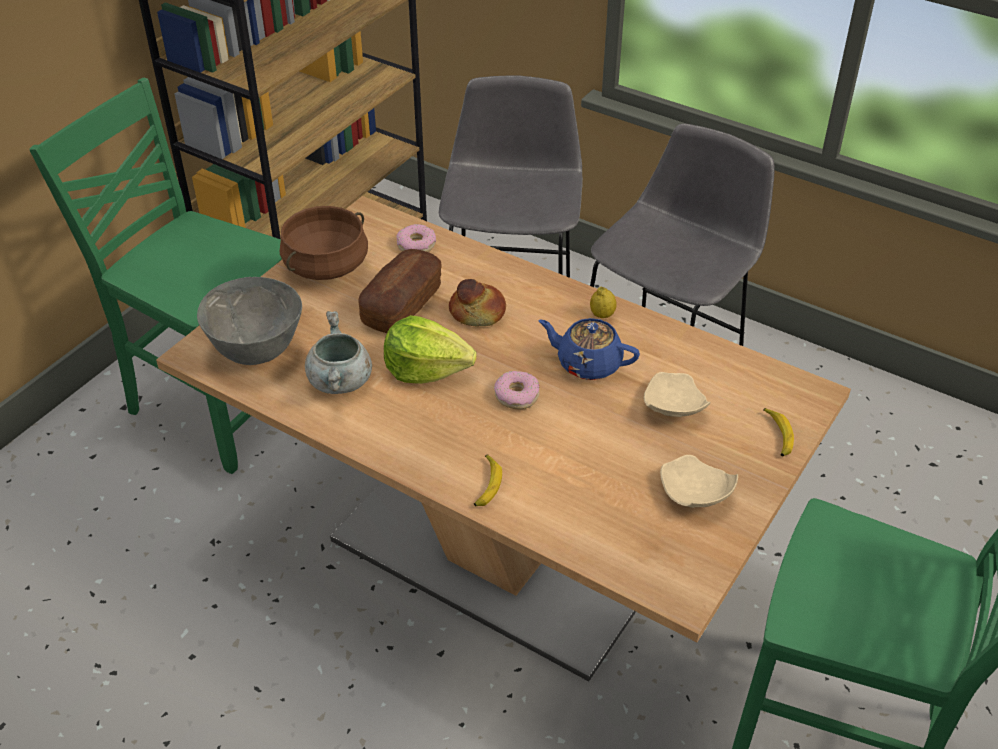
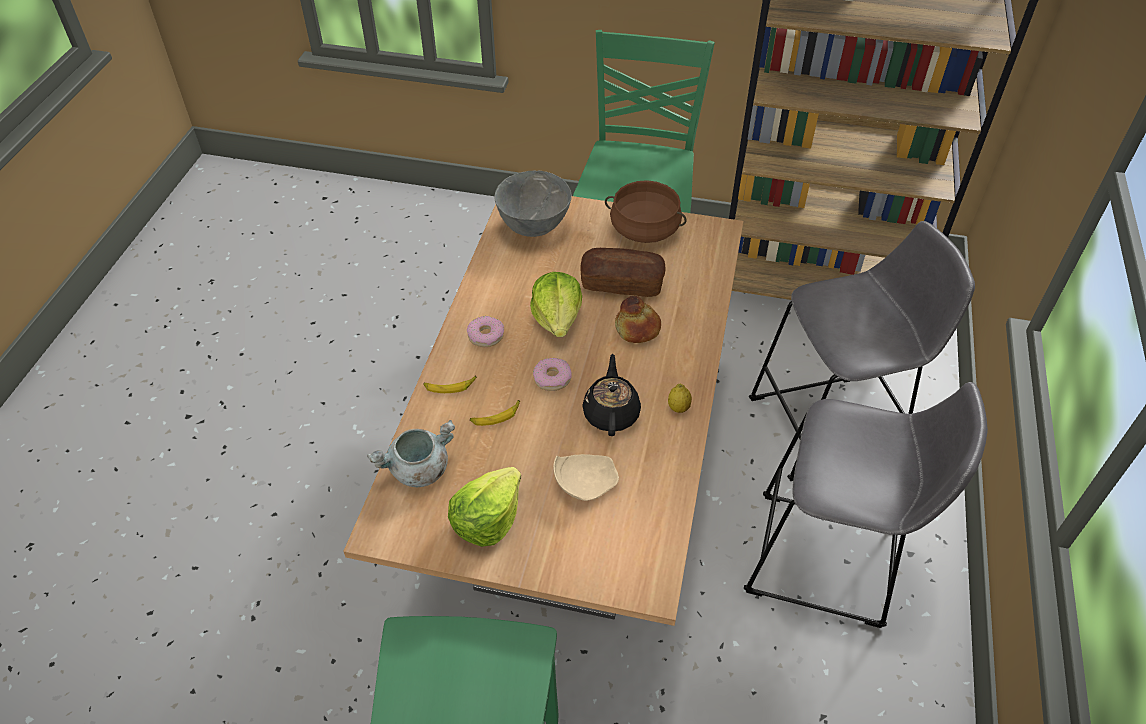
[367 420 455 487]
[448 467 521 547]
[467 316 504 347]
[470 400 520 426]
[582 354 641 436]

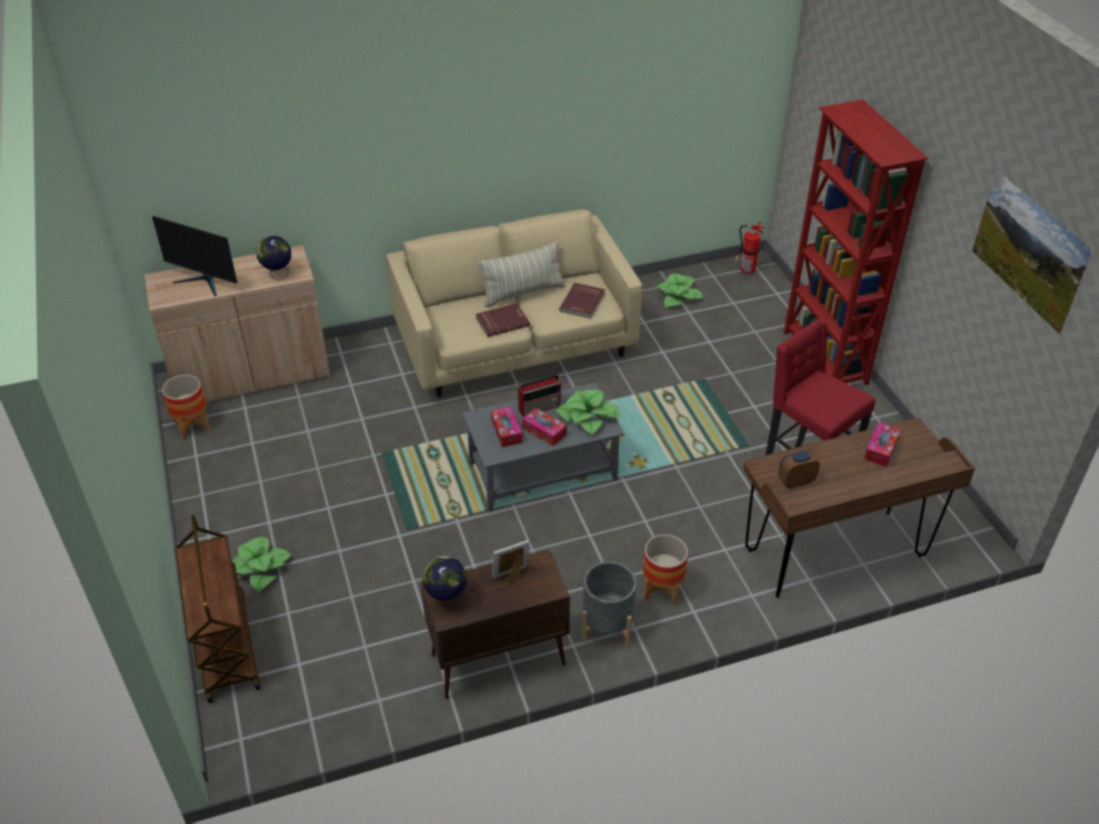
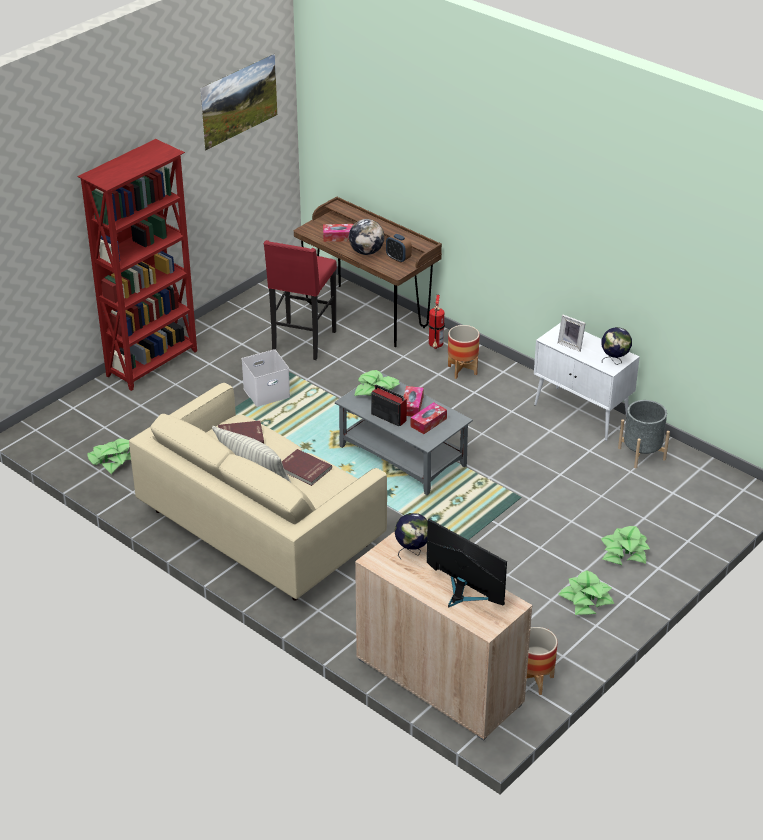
[242 349 290 407]
[349 219 384 255]
[427 518 507 607]
[428 295 445 349]
[534 323 640 441]
[558 570 614 615]
[618 400 670 468]
[175 515 261 703] (first image)

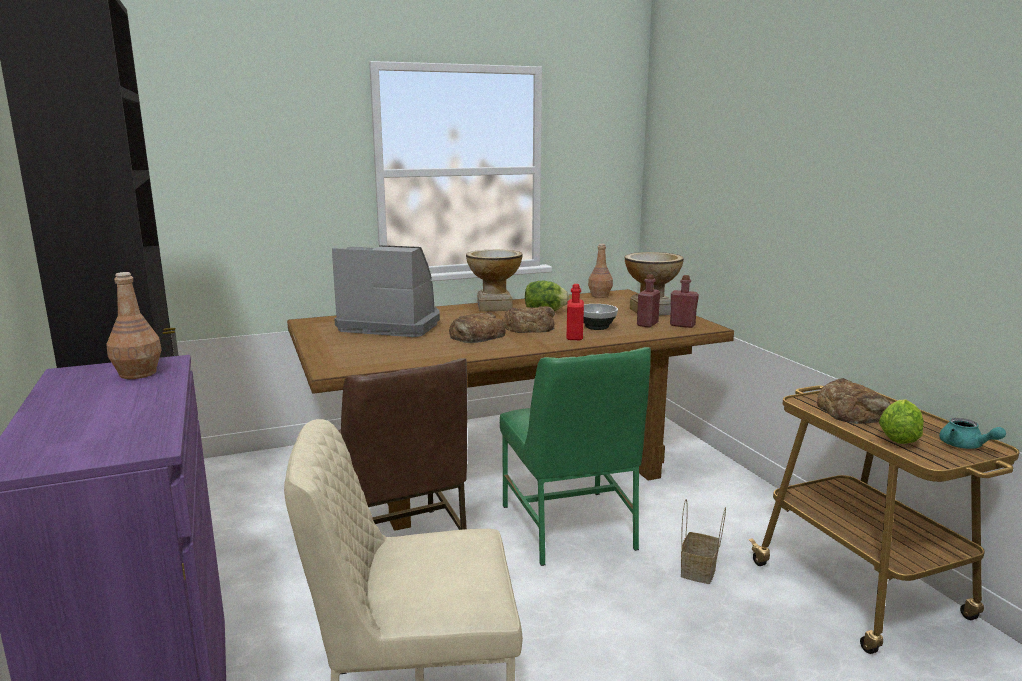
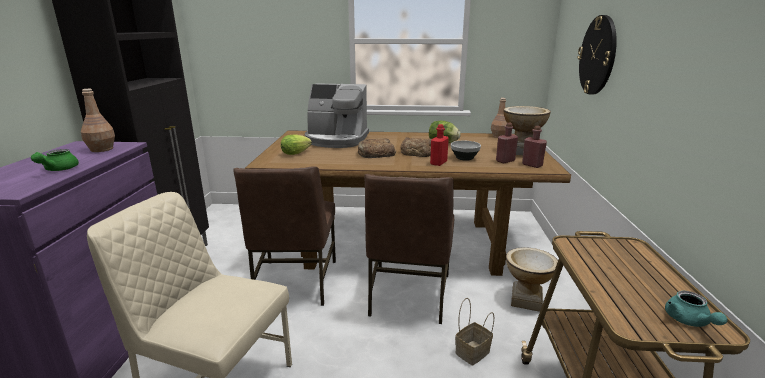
[31 149 79 171]
[281 134 312 155]
[305 83 369 148]
[364 174 454 324]
[506 247 558 312]
[577 15 617 94]
[817 378 891 424] (first image)

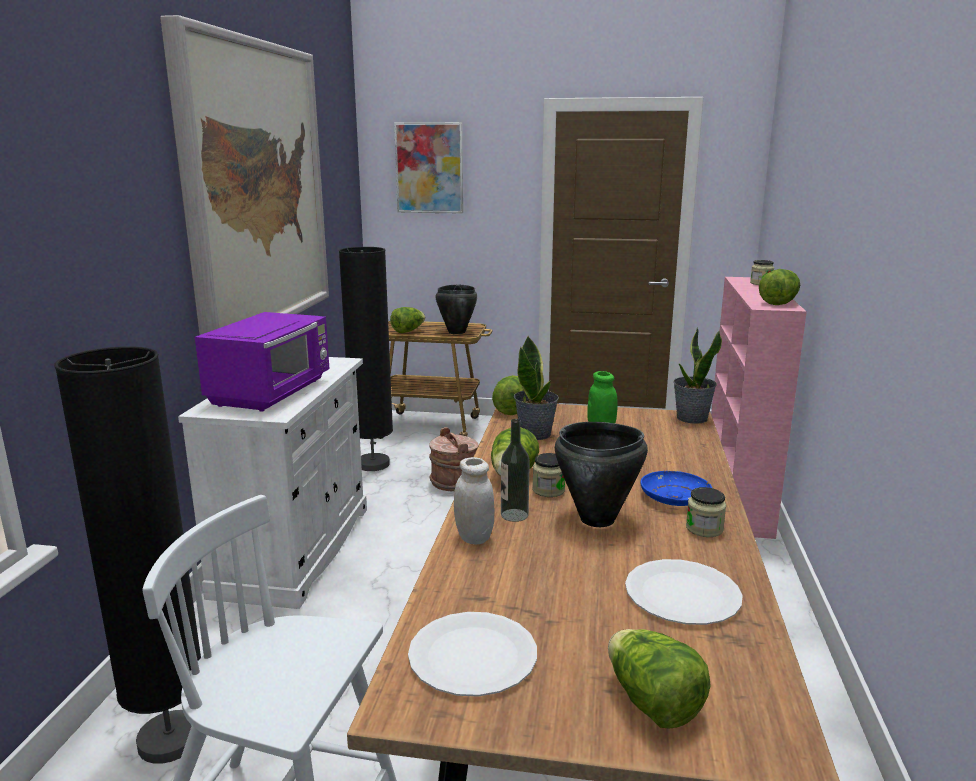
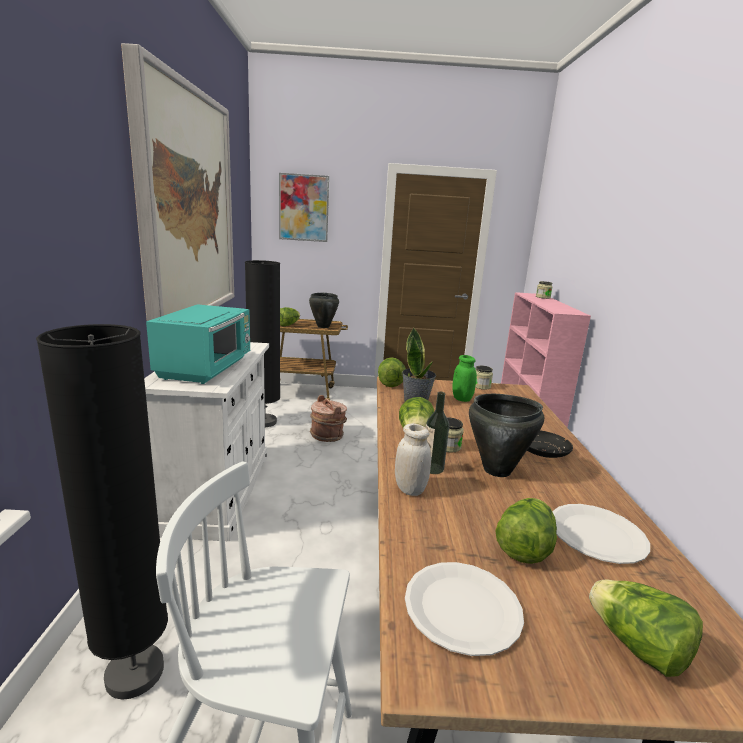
[146 304 250 384]
[475 366 493 390]
[495 498 557 564]
[527 430 573 458]
[673 328 722 424] (first image)

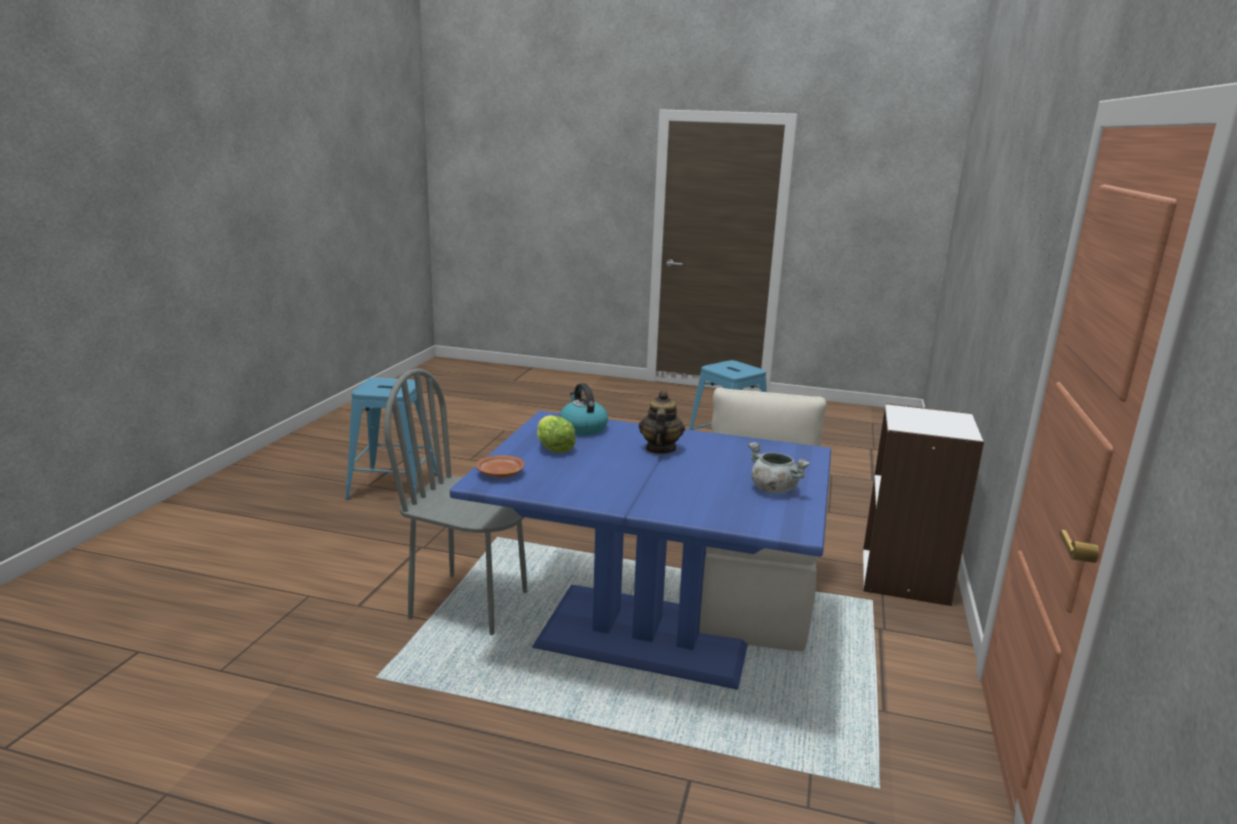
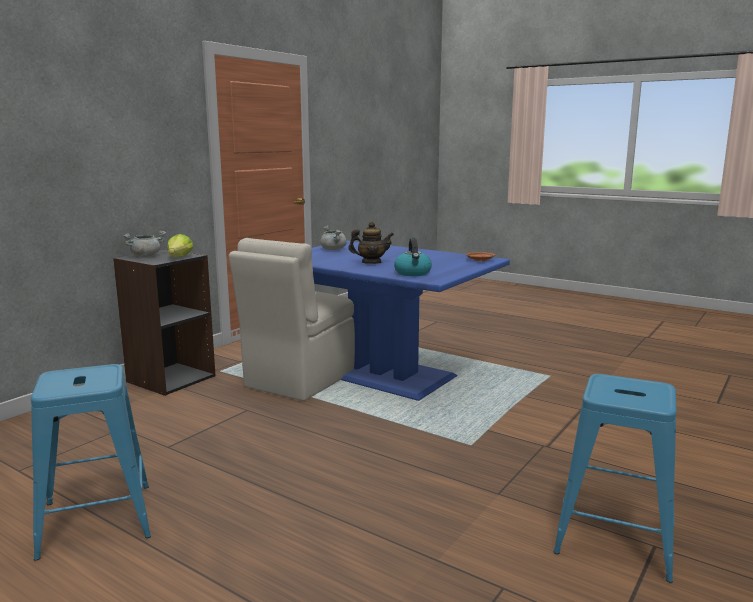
[113 249 216 396]
[123 231 166 257]
[167 234 193 257]
[348 222 394 264]
[384 368 527 635] (first image)

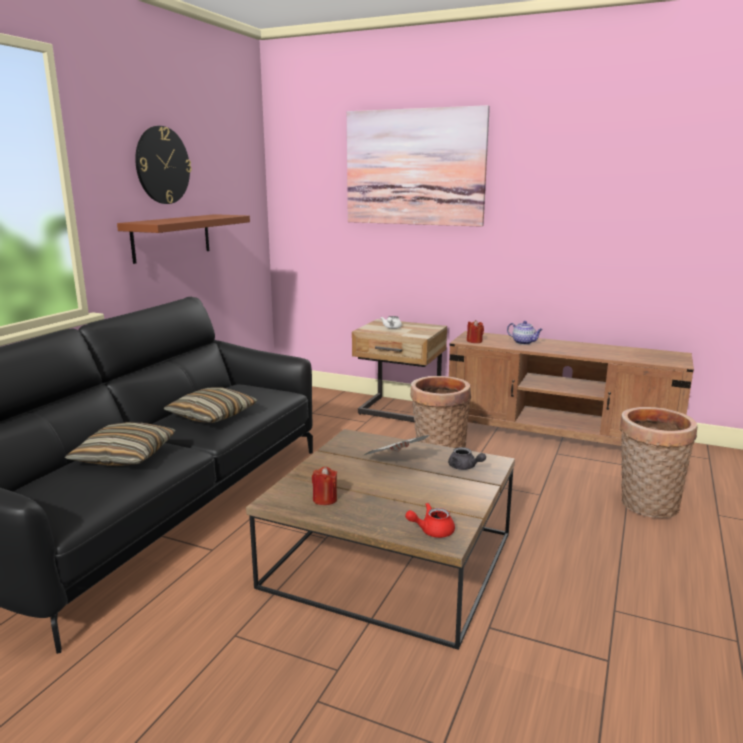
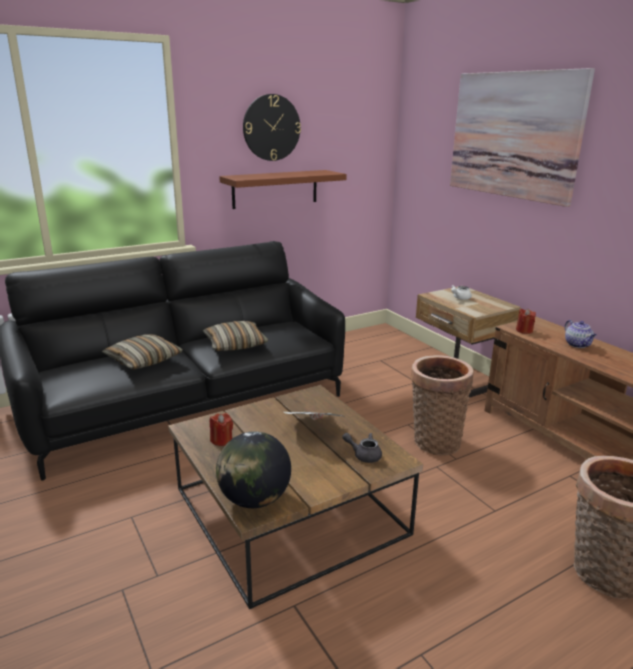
[216 431 291 508]
[342 433 382 463]

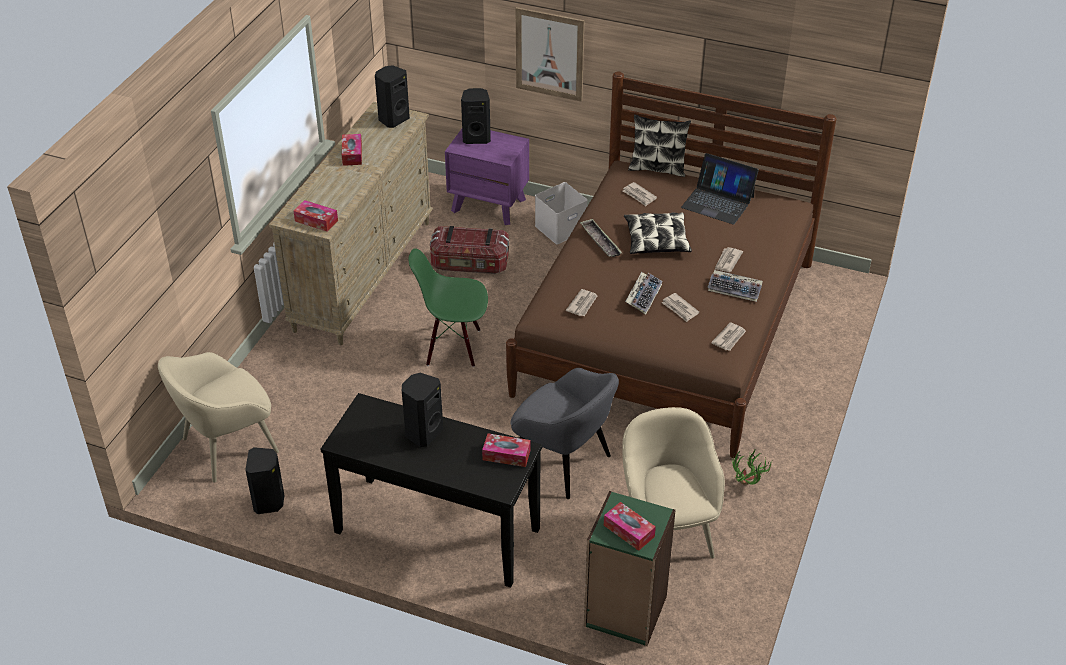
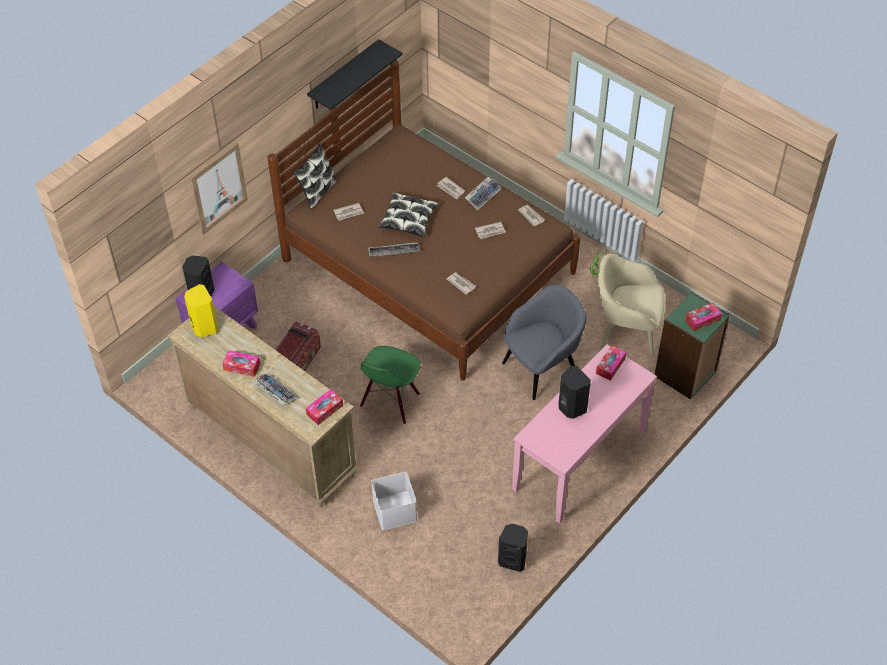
[184 284 219 337]
[253 373 297 405]
[307 39 403 110]
[371 472 417 530]
[512 344 657 523]
[158 352 279 482] (first image)
[681 153 759 225] (first image)

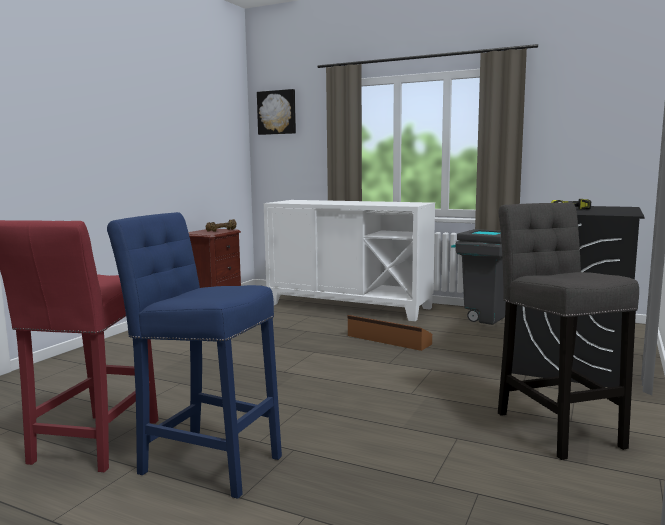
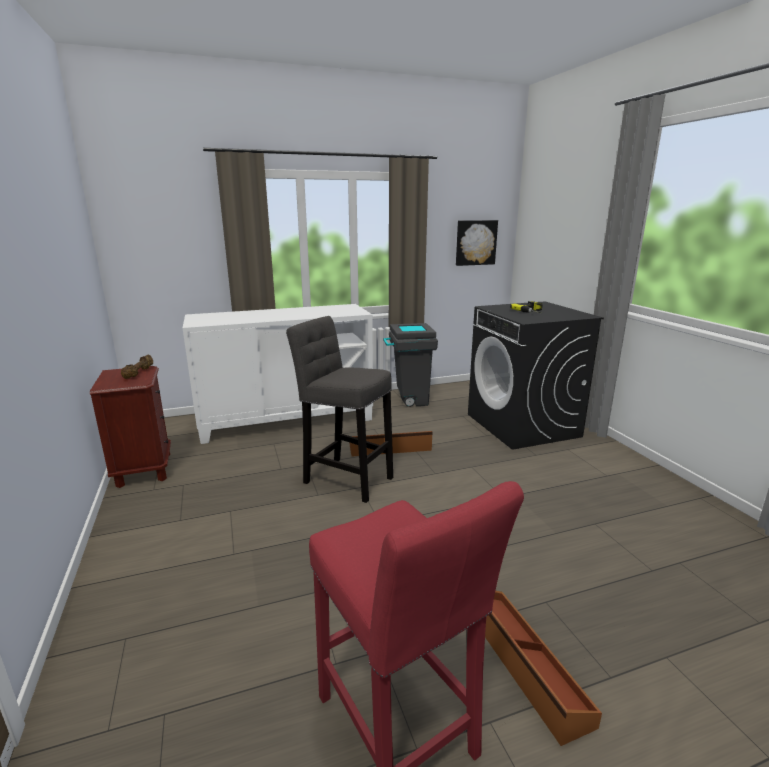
[286 316 393 503]
[456 220 498 266]
[485 591 602 746]

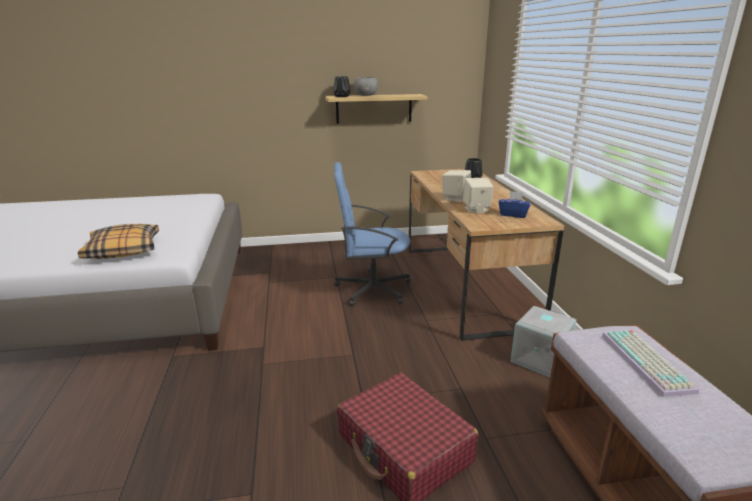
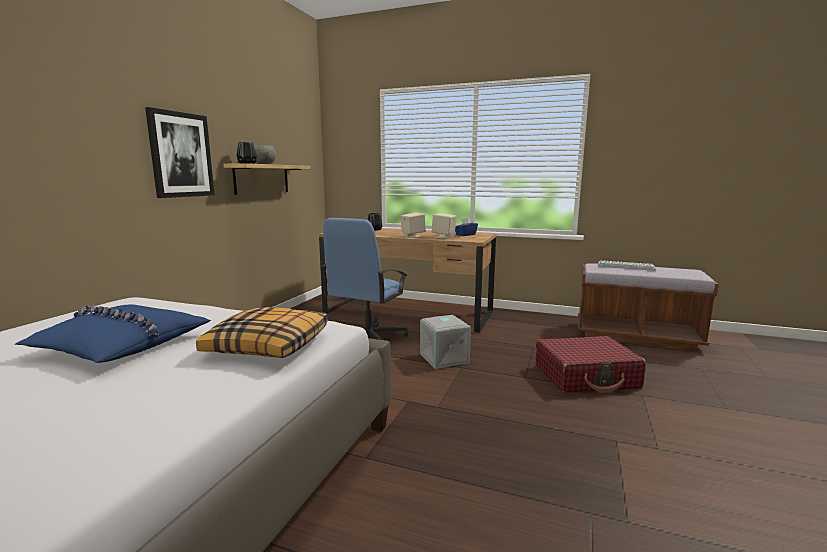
[15 304 211 363]
[145 107 215 198]
[420 315 471 369]

